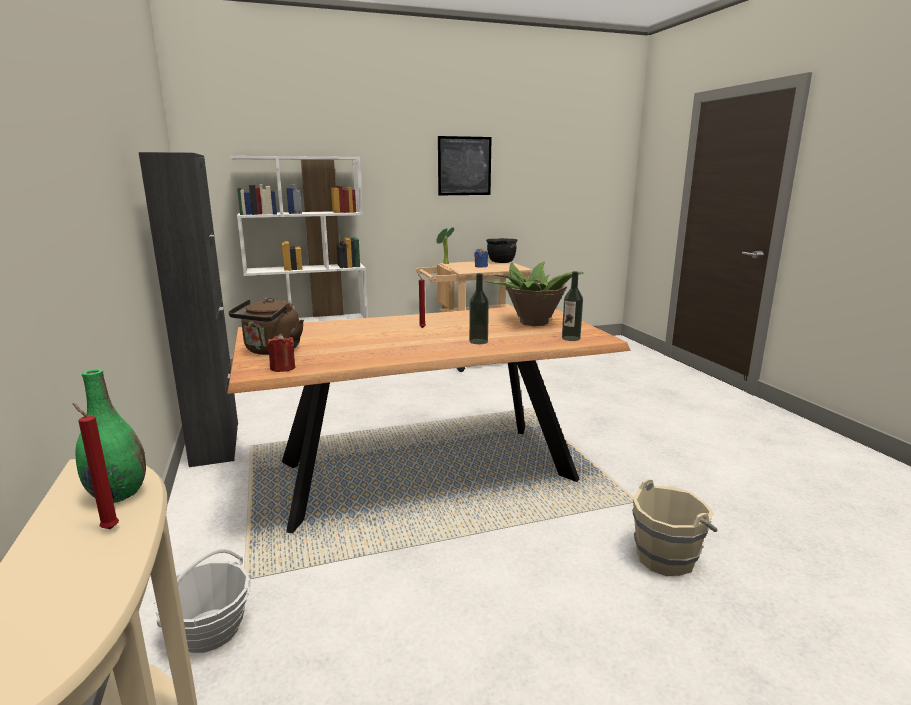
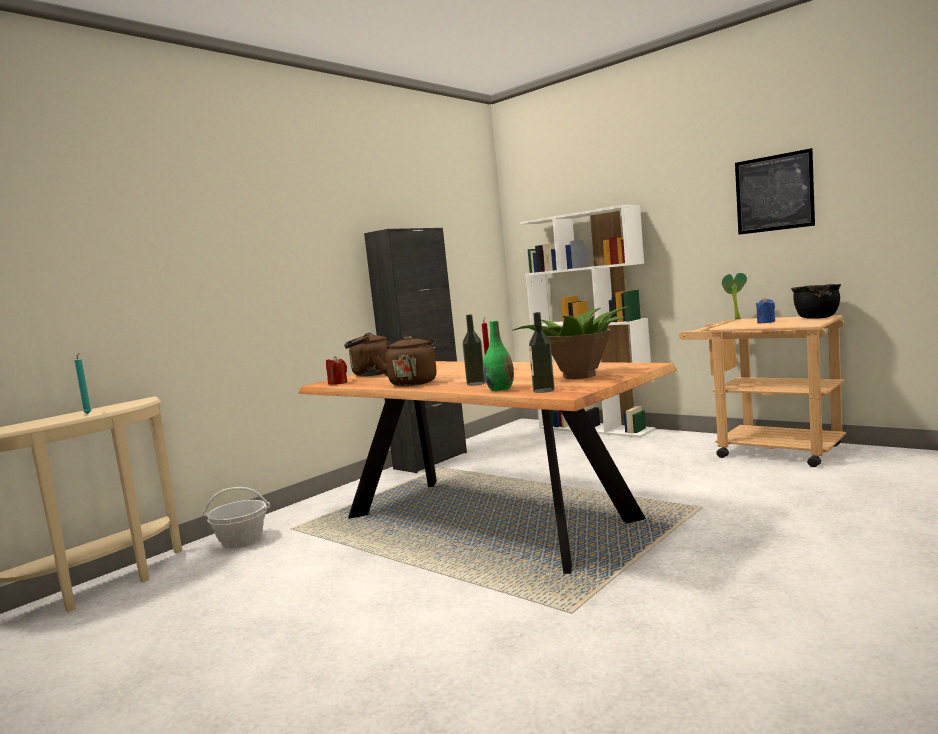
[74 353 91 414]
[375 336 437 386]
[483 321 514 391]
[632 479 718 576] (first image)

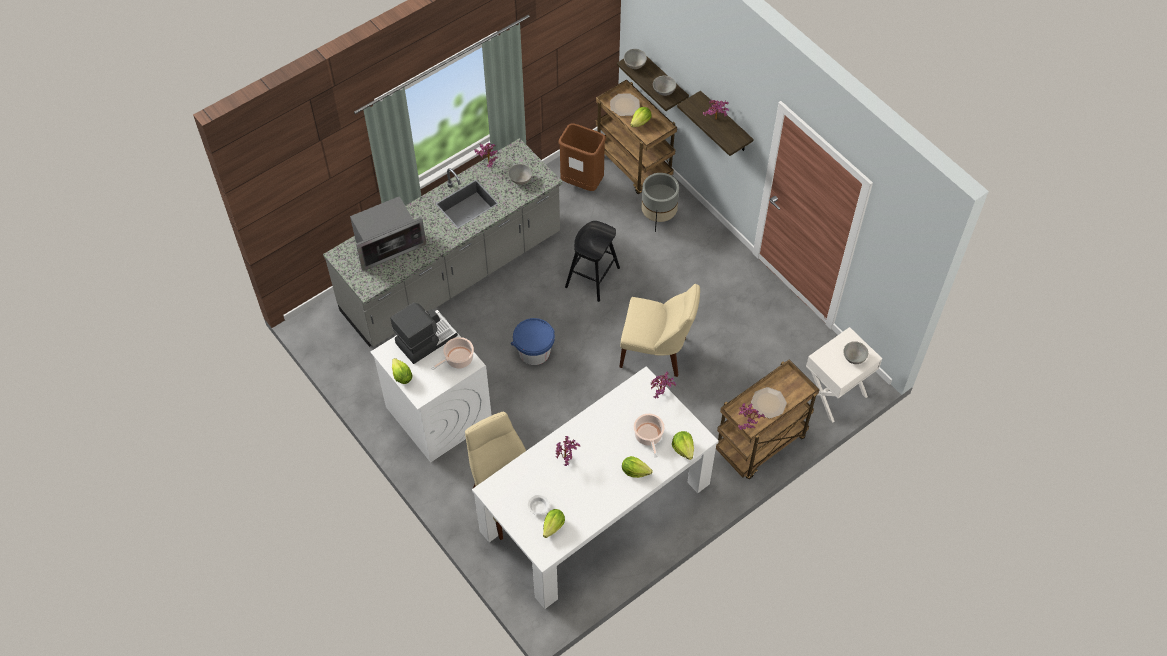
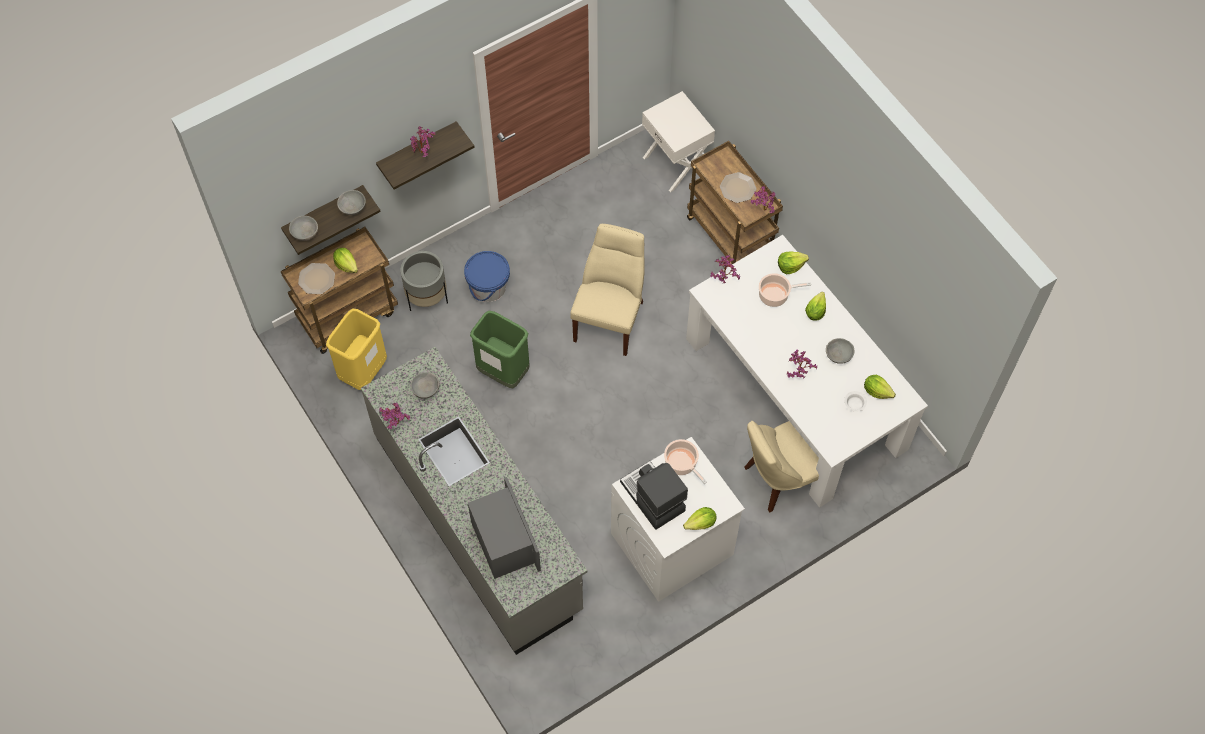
[326 309 387 390]
[464 251 510 302]
[470 311 530 388]
[826 338 854 364]

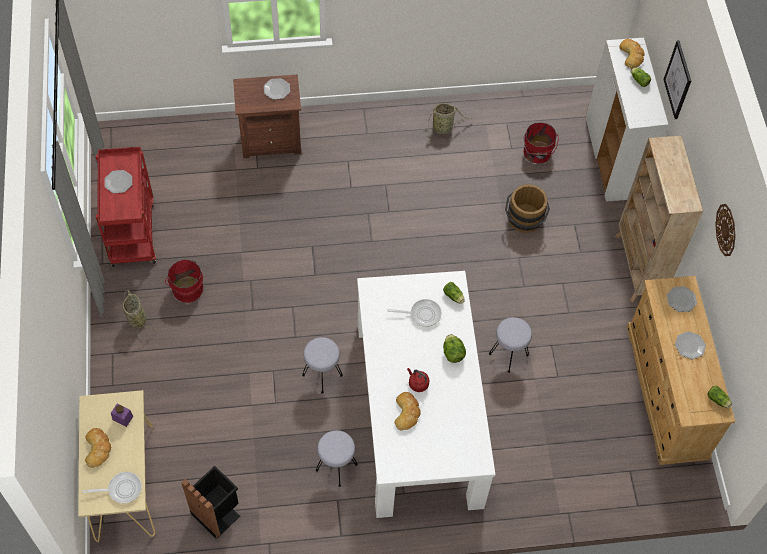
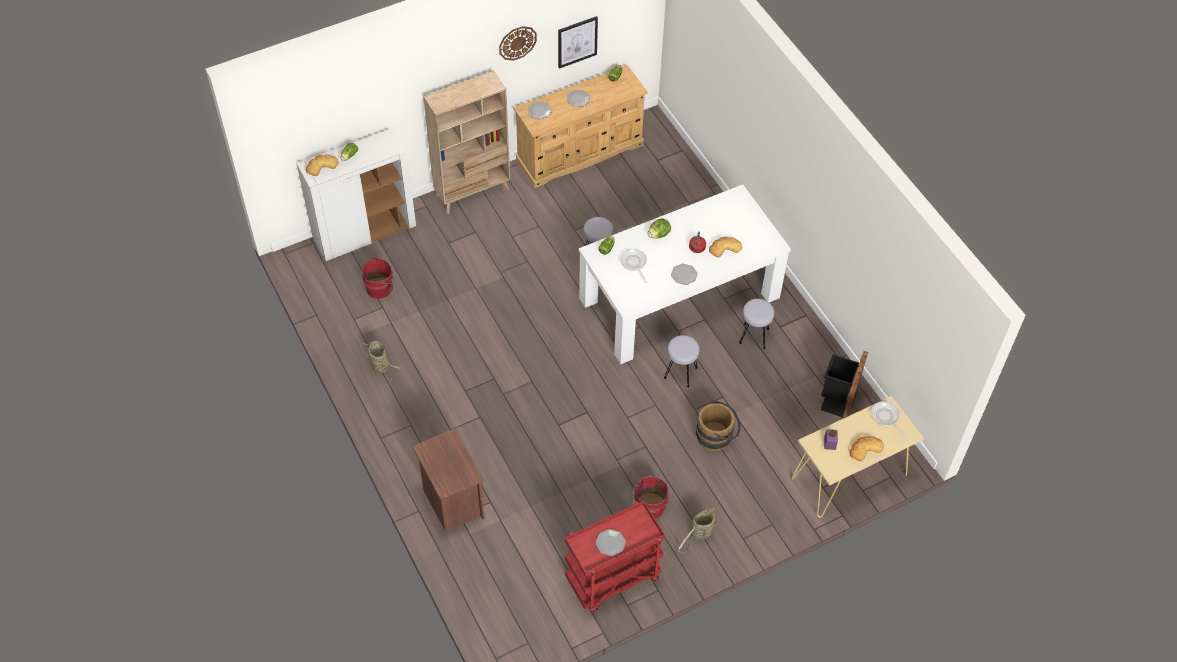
[558 16 598 69]
[671 264 698 285]
[696 401 741 451]

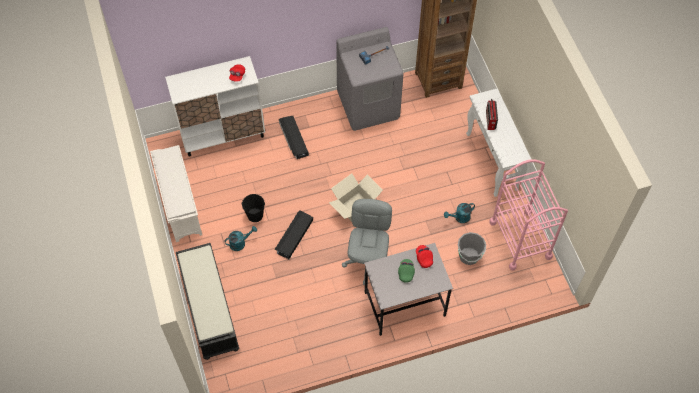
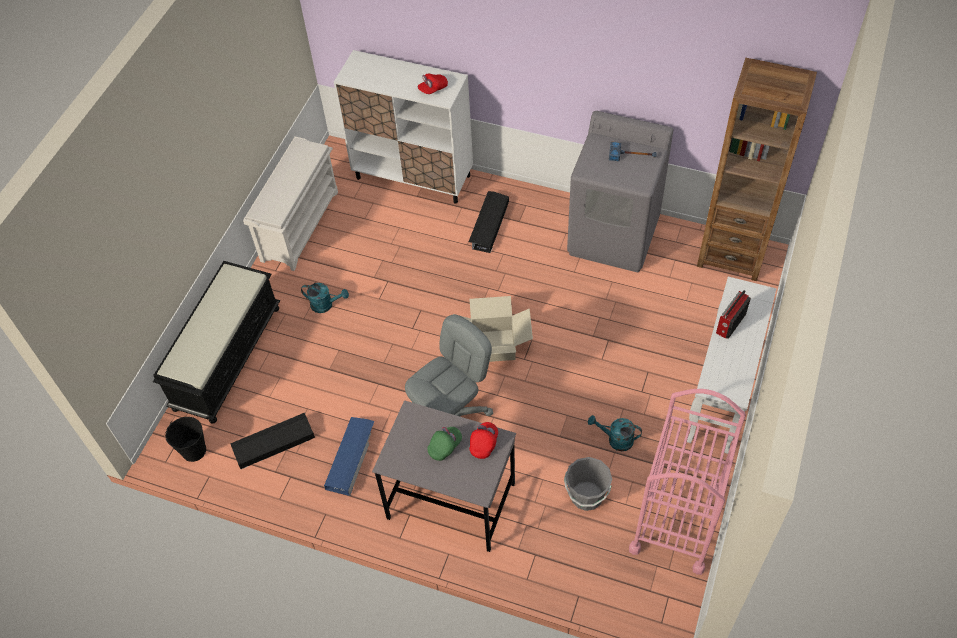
[165 417 206 462]
[230 413 315 469]
[324 417 374 496]

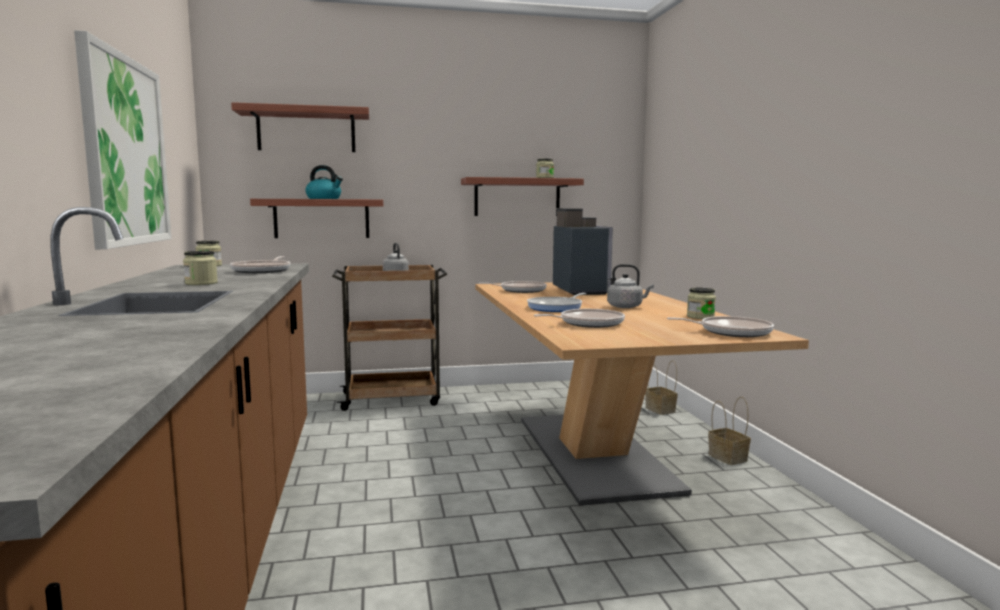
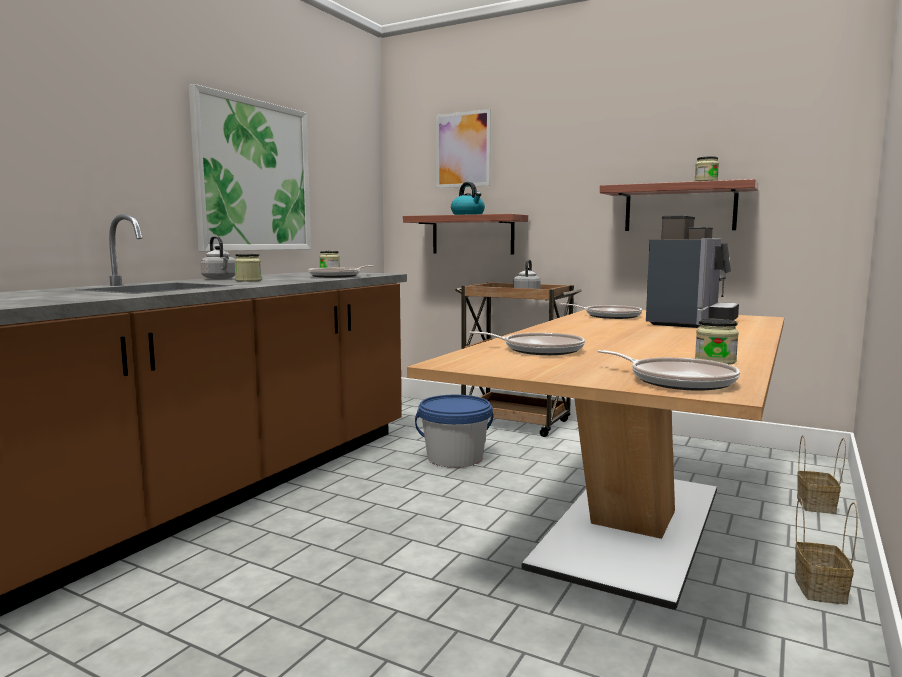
[201 236 236 279]
[415 395 493 468]
[436 109 491 188]
[527 293 586 312] (first image)

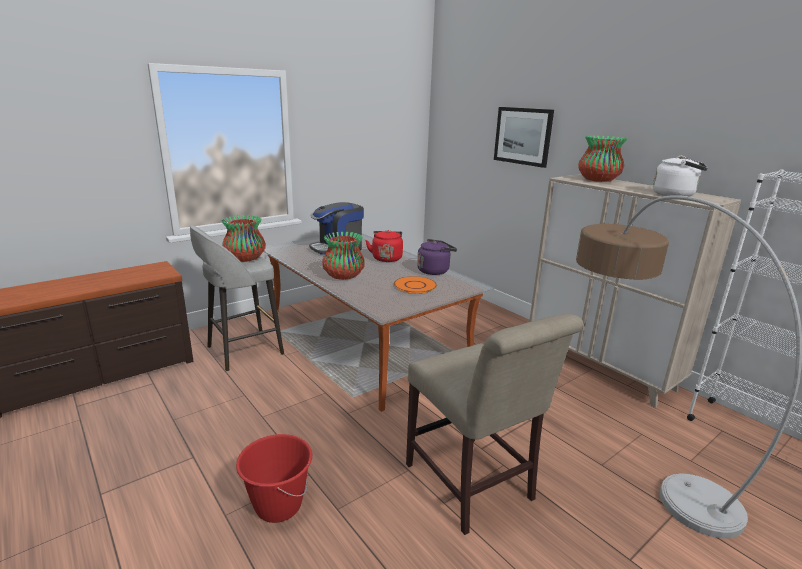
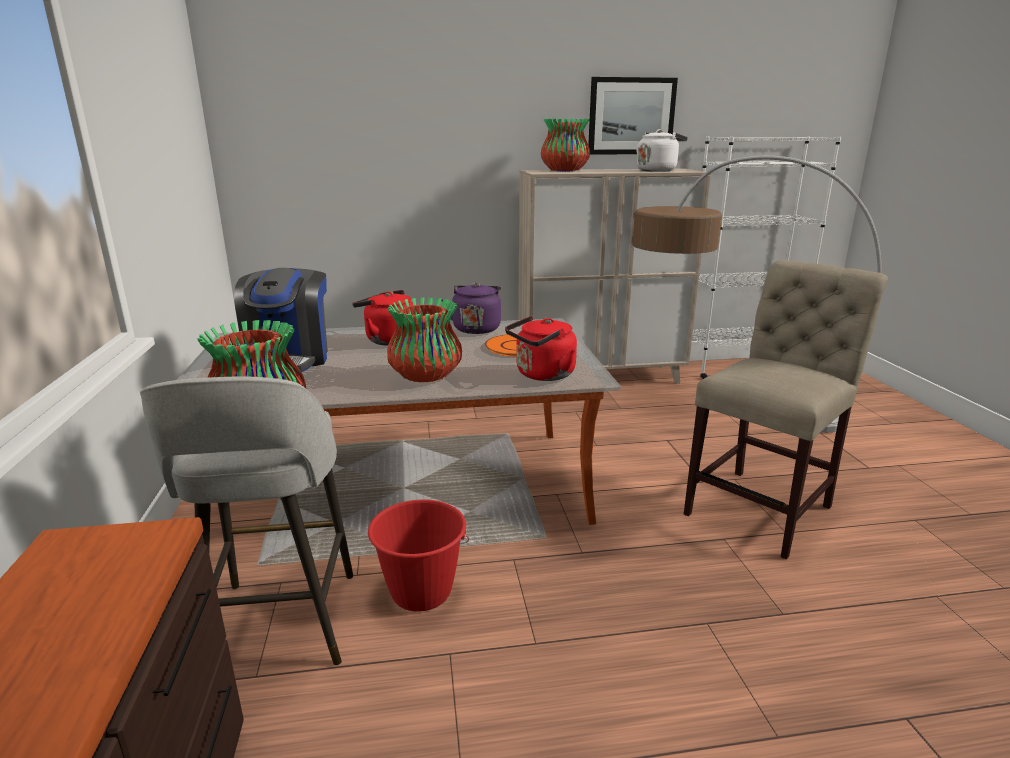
[368 499 469 612]
[505 316 577 381]
[588 77 678 155]
[684 260 888 559]

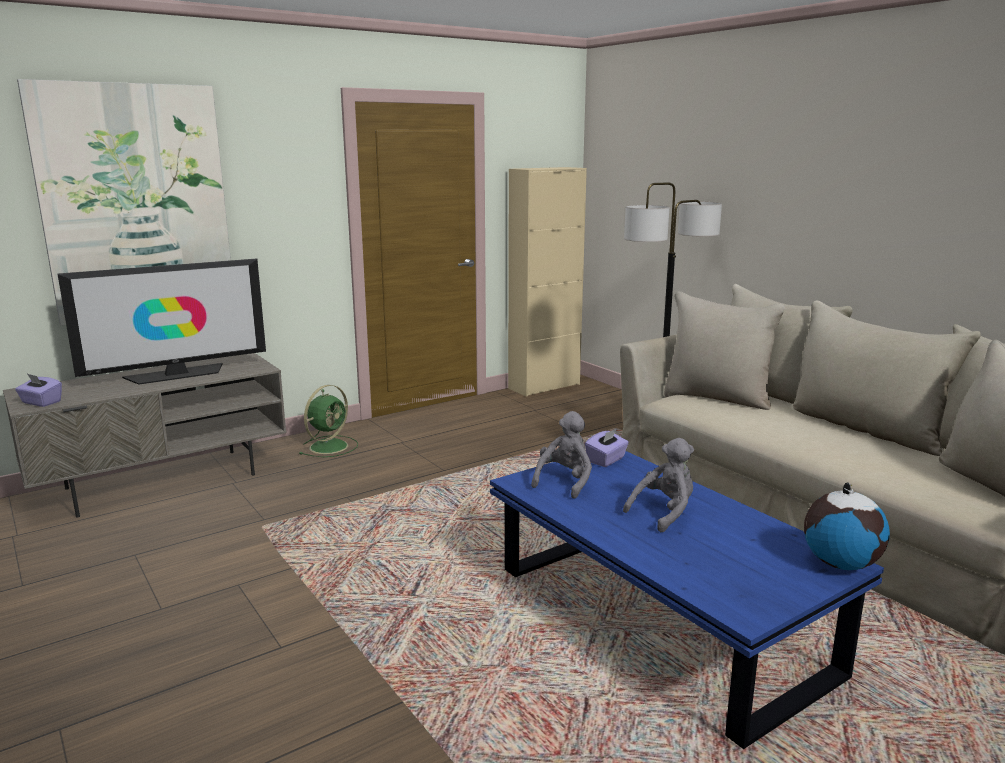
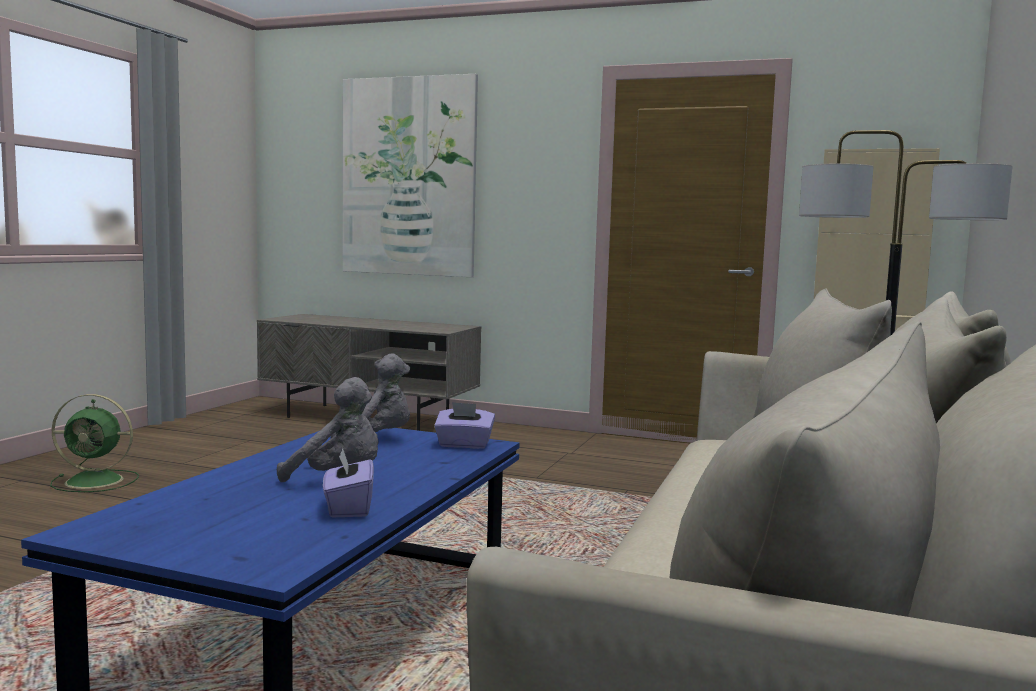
[50 394 139 492]
[323 448 374 517]
[58 258 266 385] (first image)
[804 482 890 570] (first image)

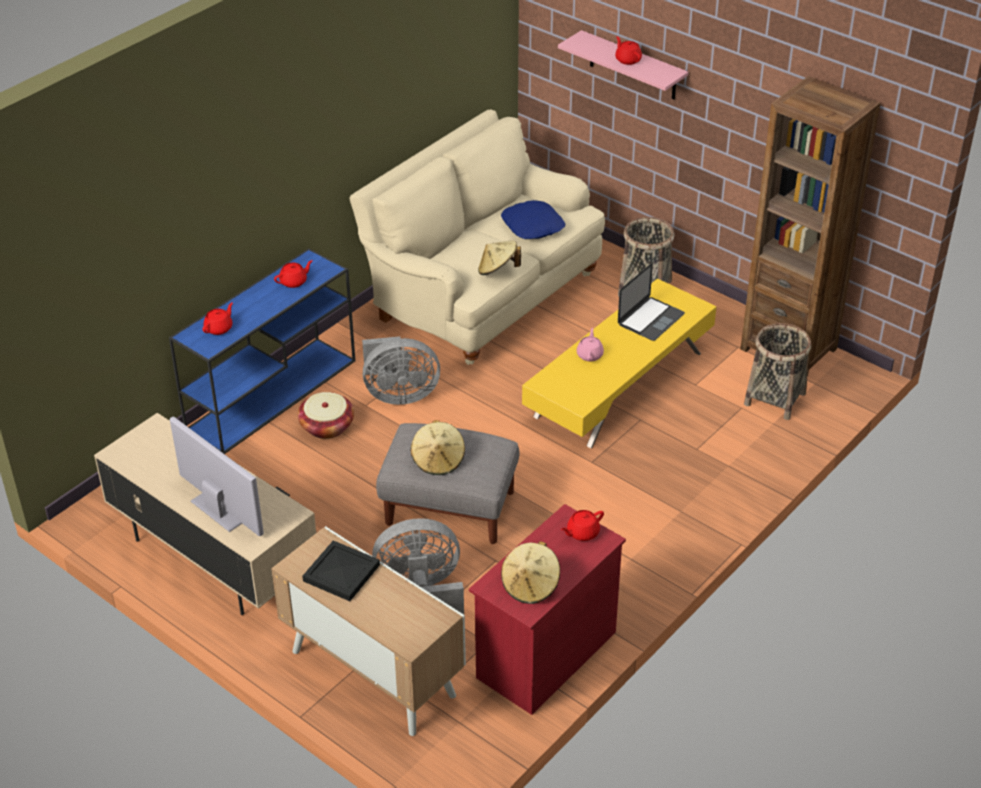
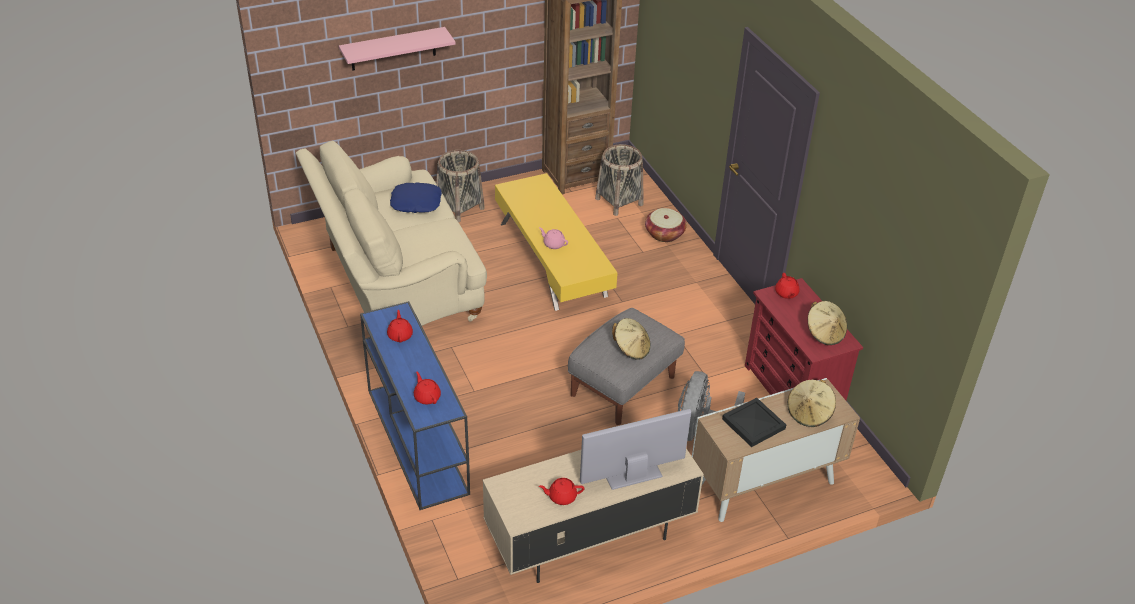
[539 478 584 505]
[645 208 687 242]
[788 380 836 427]
[362 336 440 405] (first image)
[618 263 685 341] (first image)

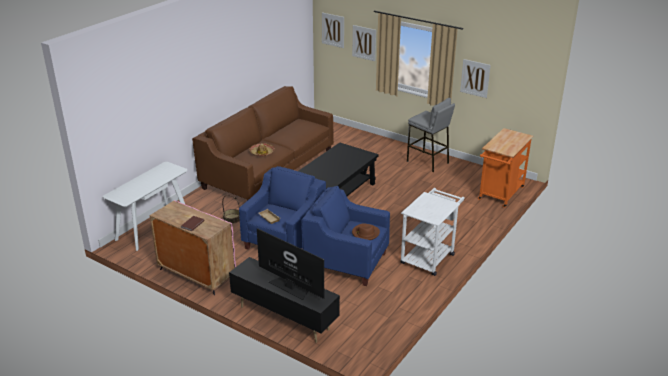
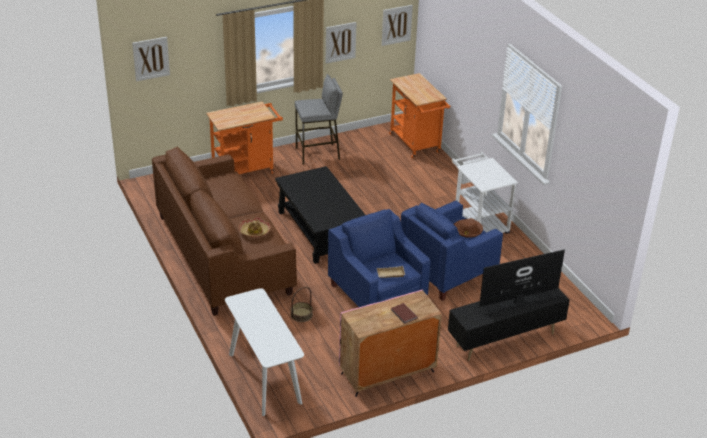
[206 102 283 174]
[382 5 413 46]

